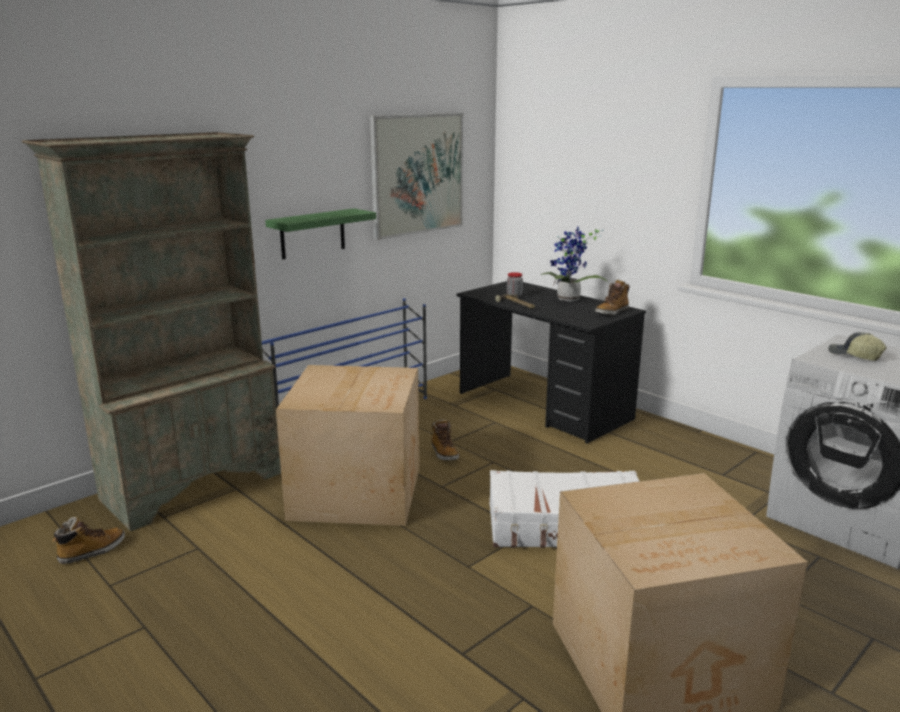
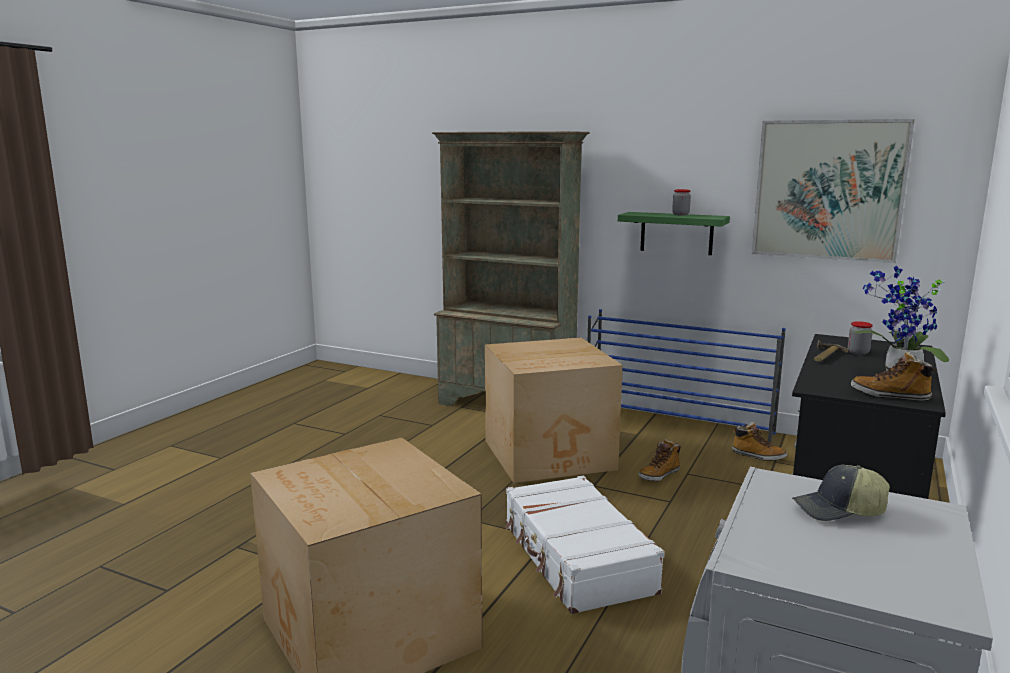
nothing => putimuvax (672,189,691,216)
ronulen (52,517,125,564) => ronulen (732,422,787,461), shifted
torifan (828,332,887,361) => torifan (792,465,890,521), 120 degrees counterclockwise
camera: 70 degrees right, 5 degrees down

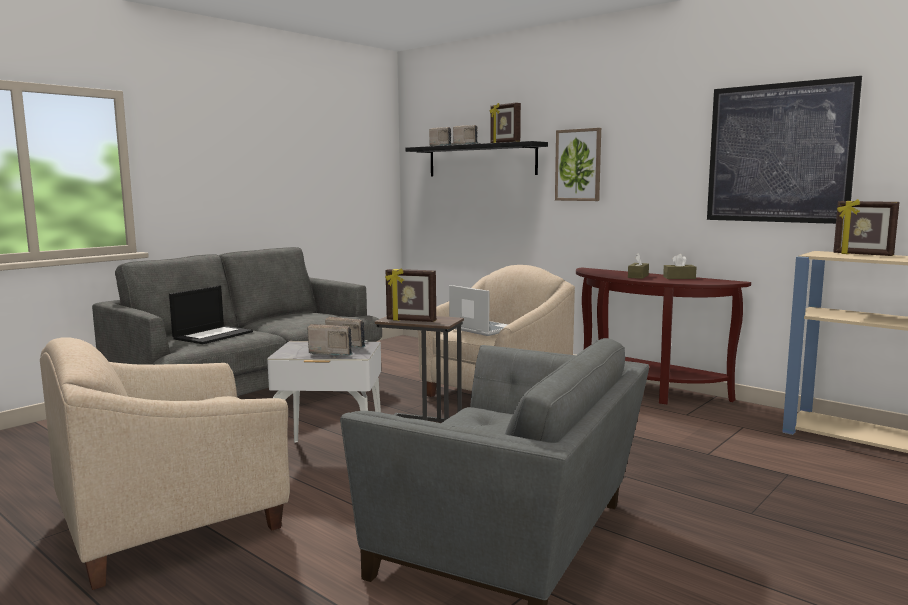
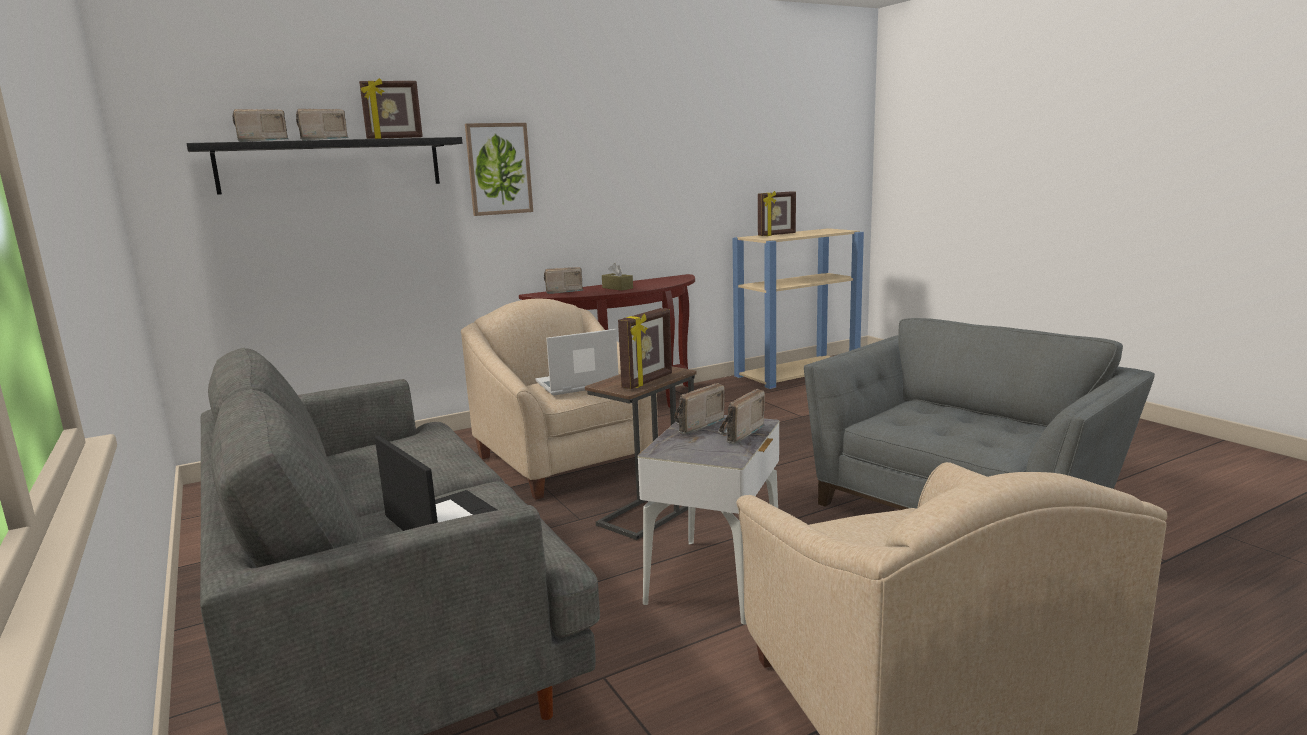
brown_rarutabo (663,254,696,279) => nothing
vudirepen (707,76,862,224) => nothing
nothing => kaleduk (544,267,583,294)
camera: 70 degrees left, 5 degrees up

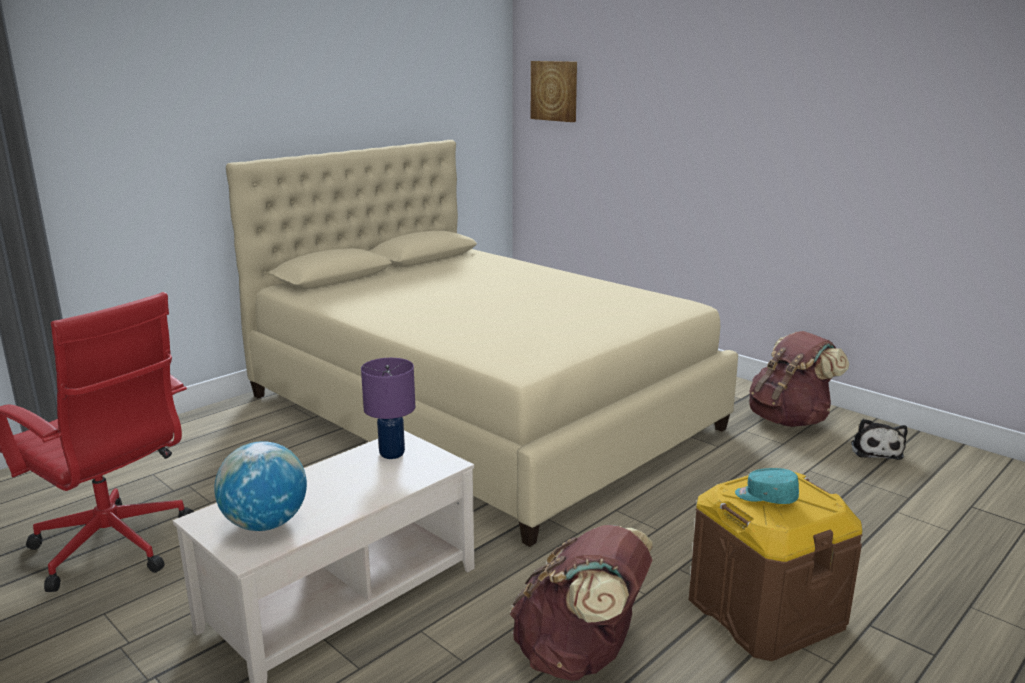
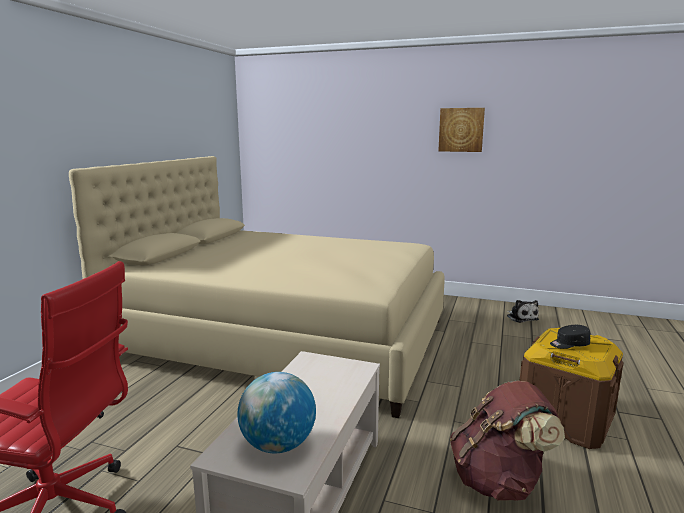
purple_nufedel (361,358,415,459) => nothing
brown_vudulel (749,331,849,427) => nothing
vudirepen (531,61,577,122) => vudirepen (438,108,485,152), shifted
turquoise_torifan (735,468,799,504) => black_torifan (550,325,590,349)
camera: 25 degrees left, 5 degrees down

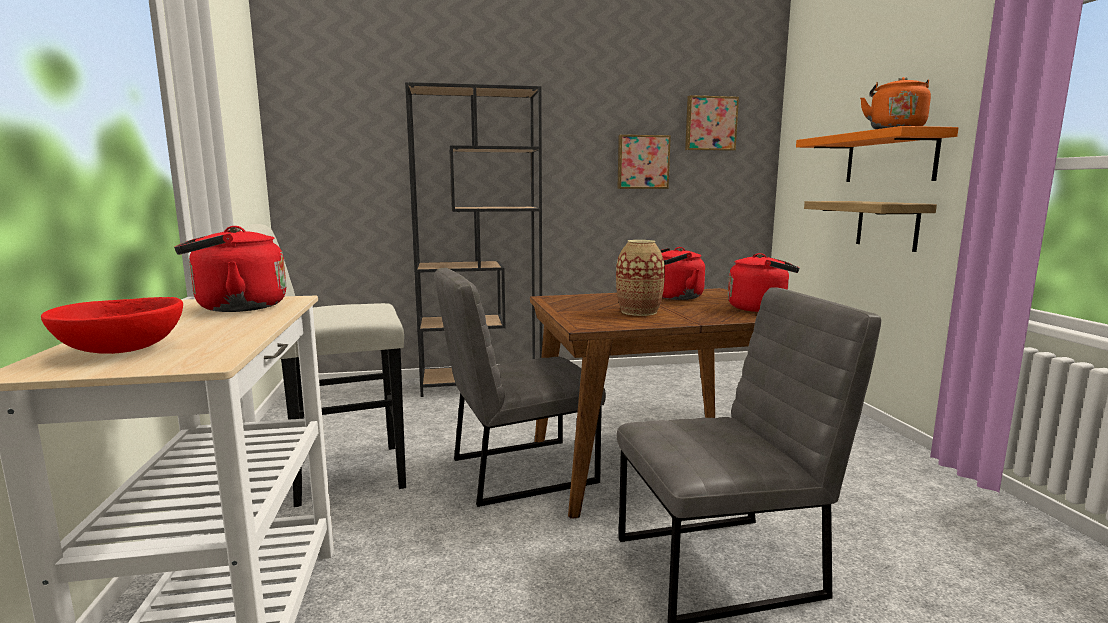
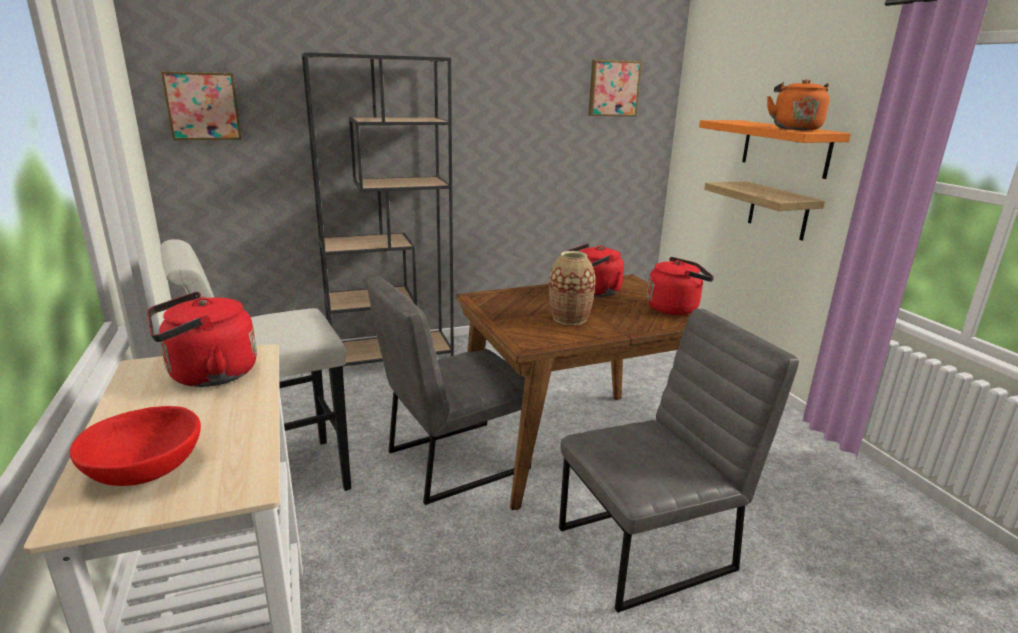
vudirepen (617,135,671,189) => vudirepen (161,71,242,140), shifted
camera: 10 degrees left, 10 degrees up

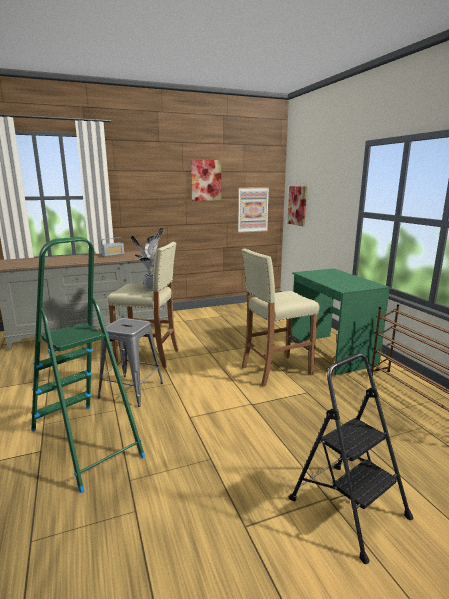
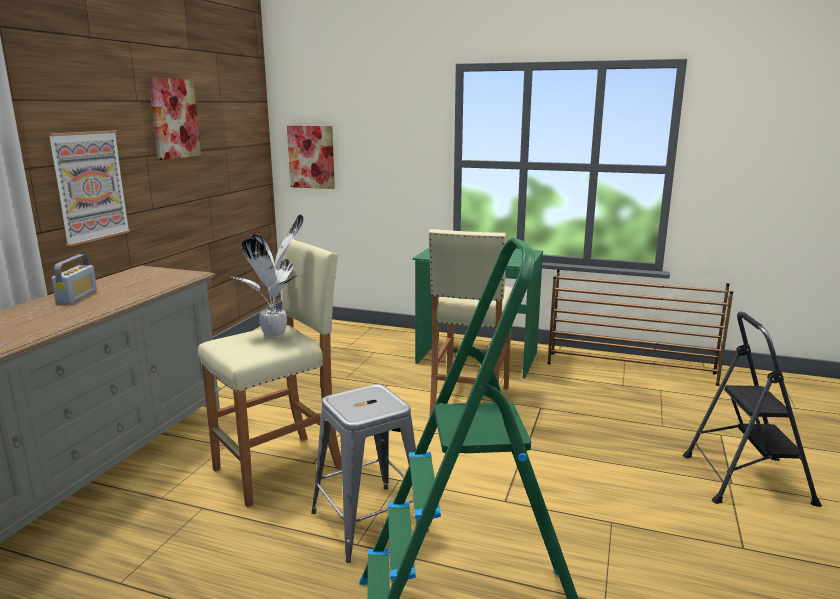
vudirepen (238,187,269,233) => vudirepen (47,131,130,247), shifted
camera: 50 degrees left, 0 degrees up

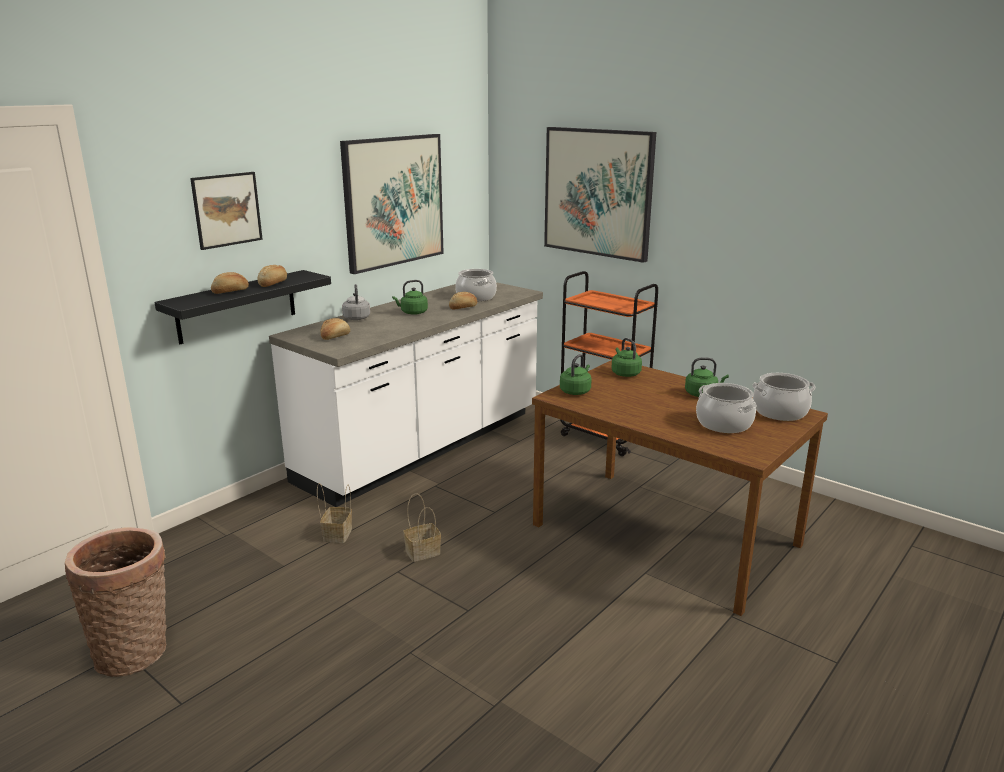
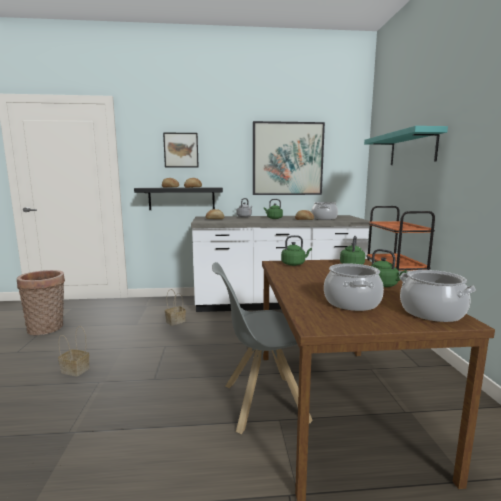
nothing => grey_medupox (212,262,313,434)
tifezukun (403,493,441,562) => tifezukun (58,326,90,376), shifted
vudirepen (544,127,656,263) => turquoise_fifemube (364,126,448,165)
camera: 45 degrees right, 10 degrees down

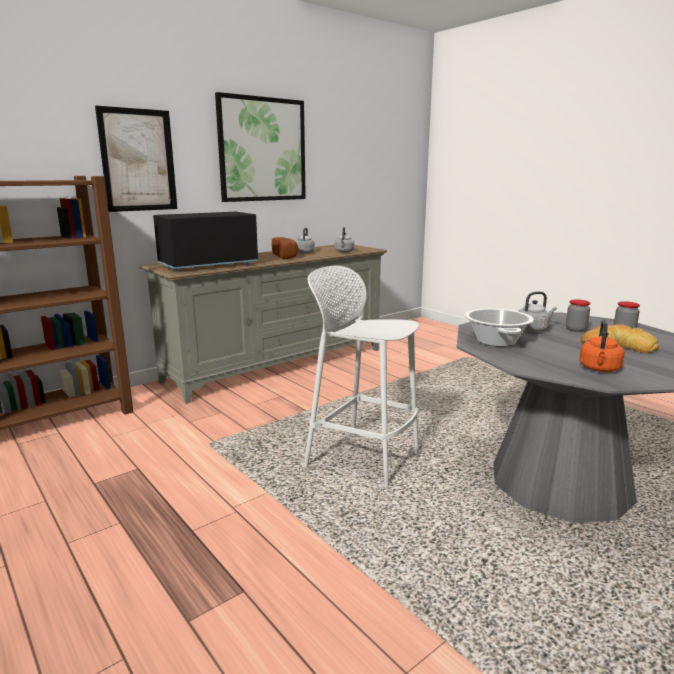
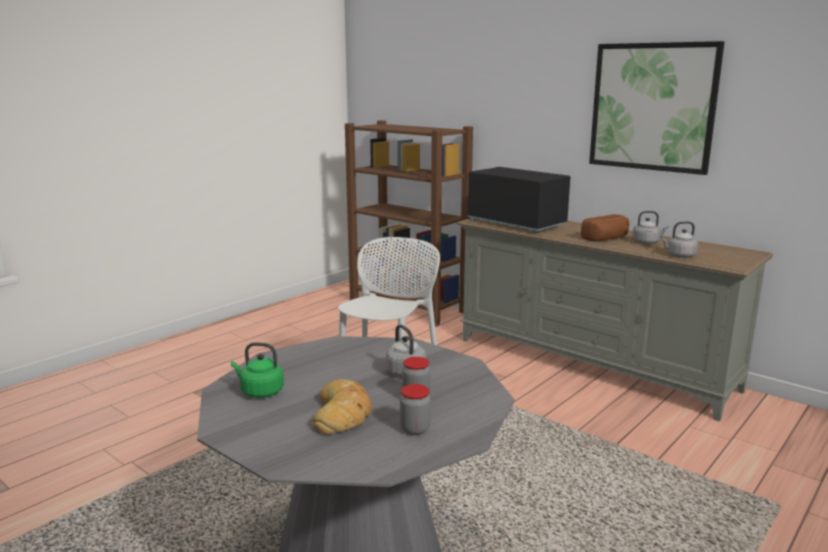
vudirepen (95,106,177,212) => nothing
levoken (465,308,534,347) => nothing
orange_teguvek (579,320,625,372) => green_teguvek (231,342,284,398)
camera: 80 degrees right, 0 degrees up

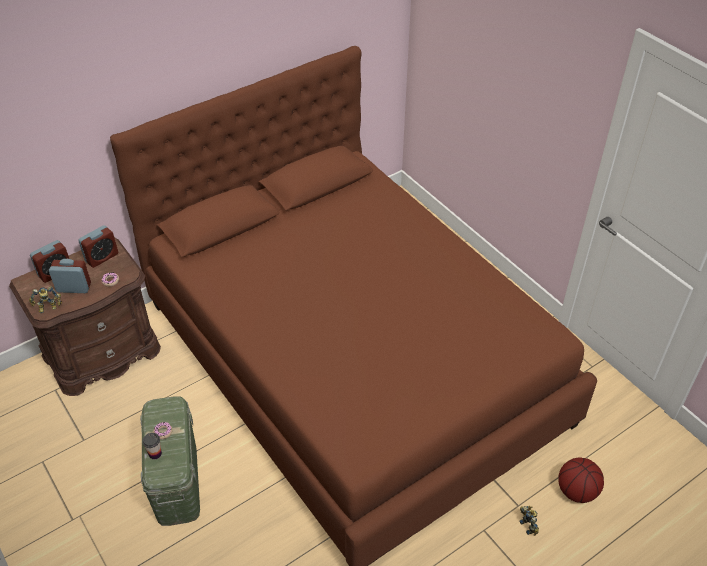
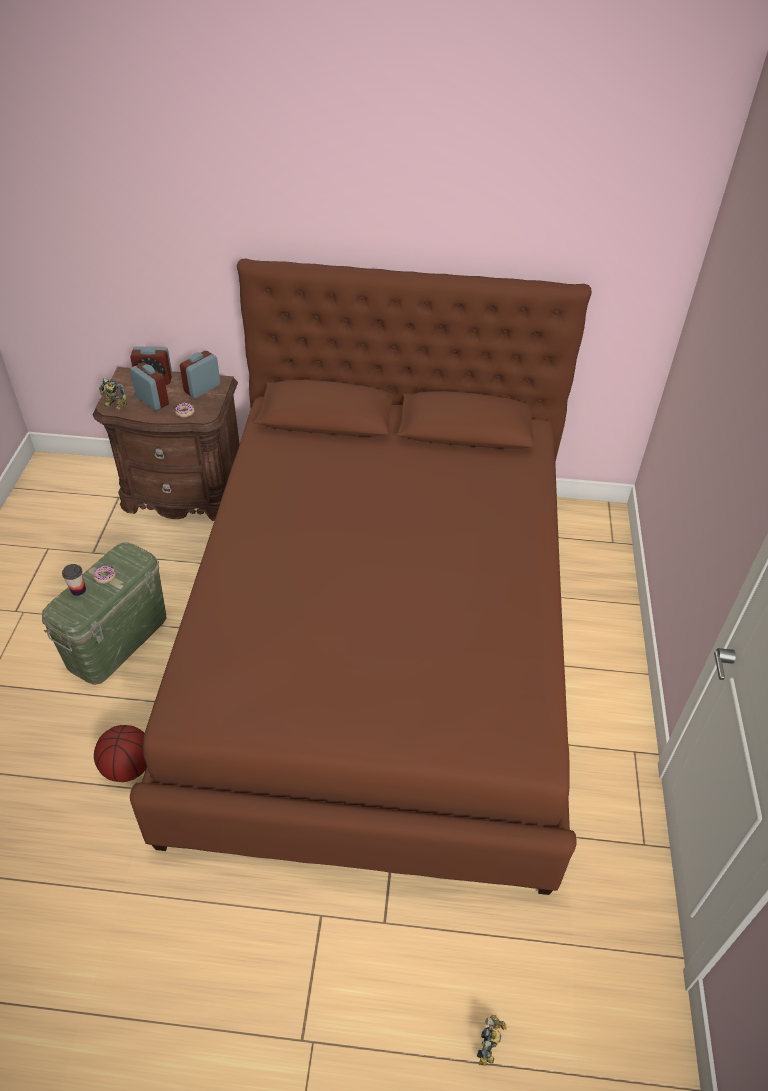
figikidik (520,506,539,536) => figikidik (477,1015,507,1066), shifted
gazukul (558,457,604,503) => gazukul (94,725,147,782), shifted
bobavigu (78,225,118,268) => bobavigu (180,351,220,398), 135 degrees clockwise
camera: 40 degrees right, 0 degrees up

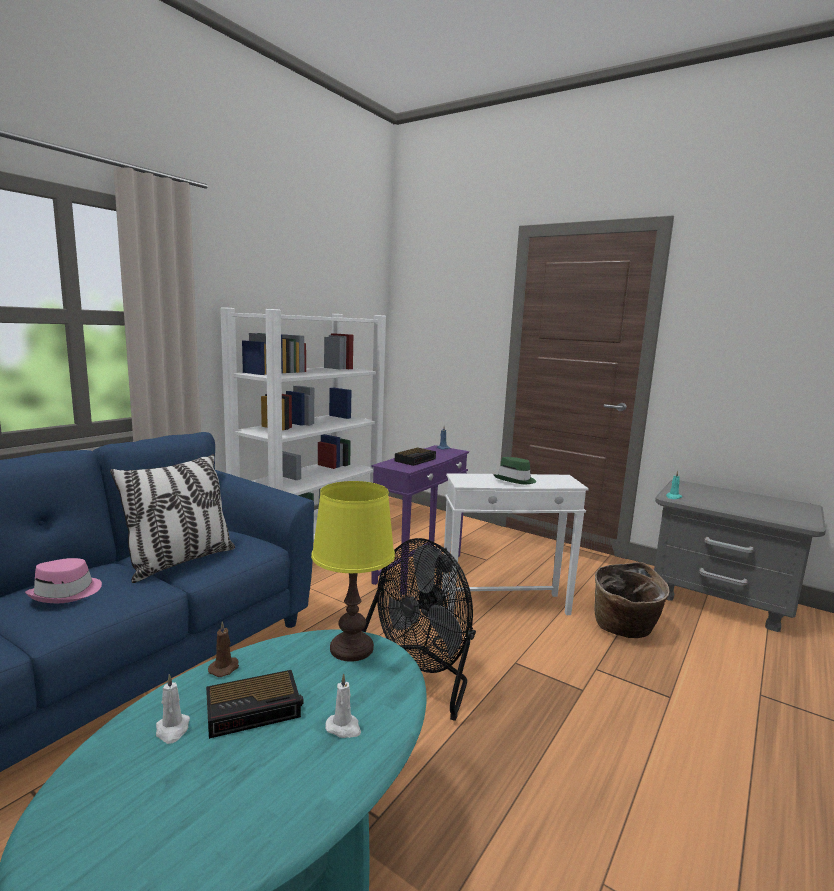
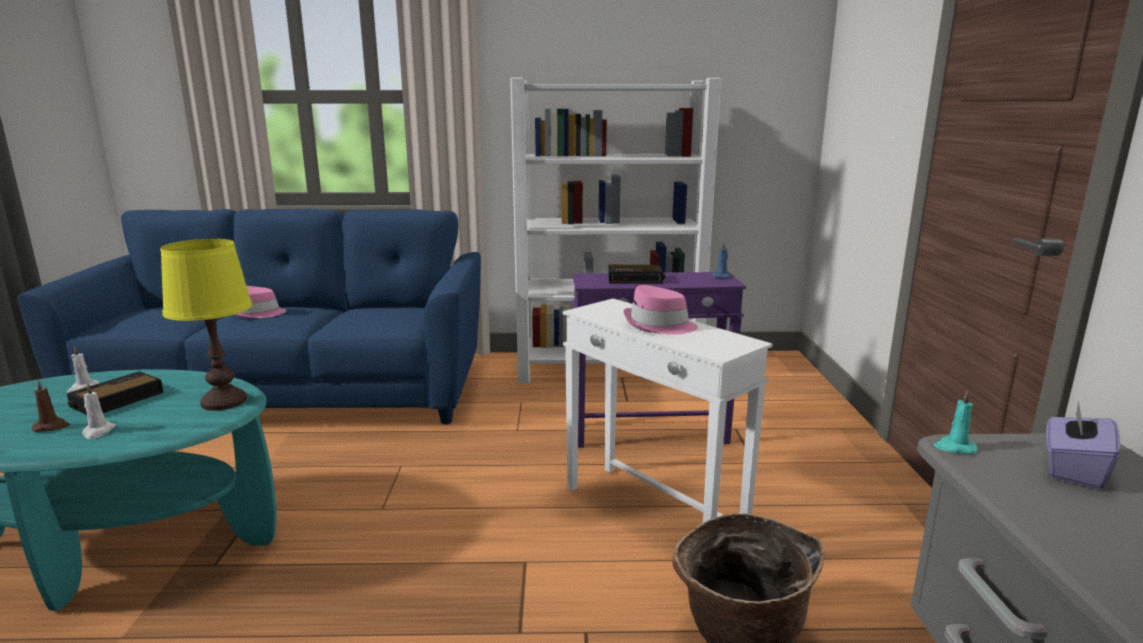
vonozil (110,454,235,583) => nothing
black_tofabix (362,538,476,721) => nothing
nothing => purple_rarutabo (1046,401,1120,489)
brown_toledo (208,621,239,677) => brown_toledo (31,380,70,432), shifted
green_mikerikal (493,457,536,484) => pink_mikerikal (624,285,698,335)
bobavigu (206,670,304,739) => bobavigu (67,371,164,415), 90 degrees clockwise
camera: 55 degrees right, 5 degrees up

